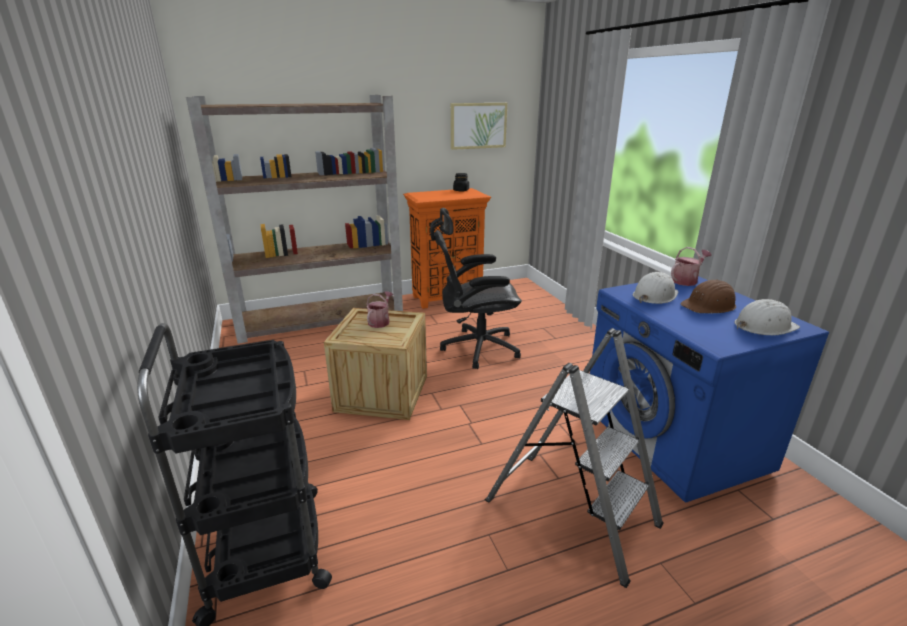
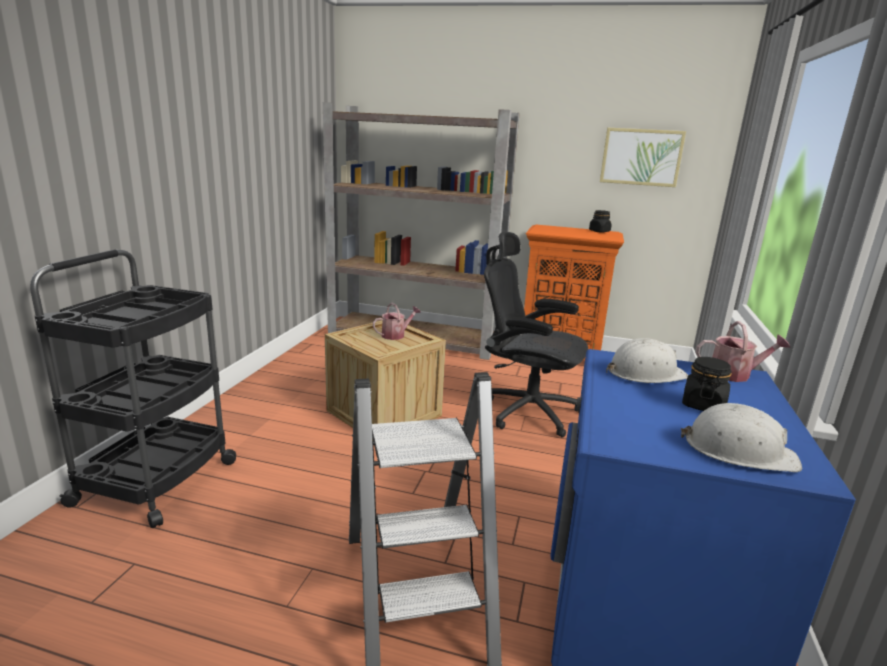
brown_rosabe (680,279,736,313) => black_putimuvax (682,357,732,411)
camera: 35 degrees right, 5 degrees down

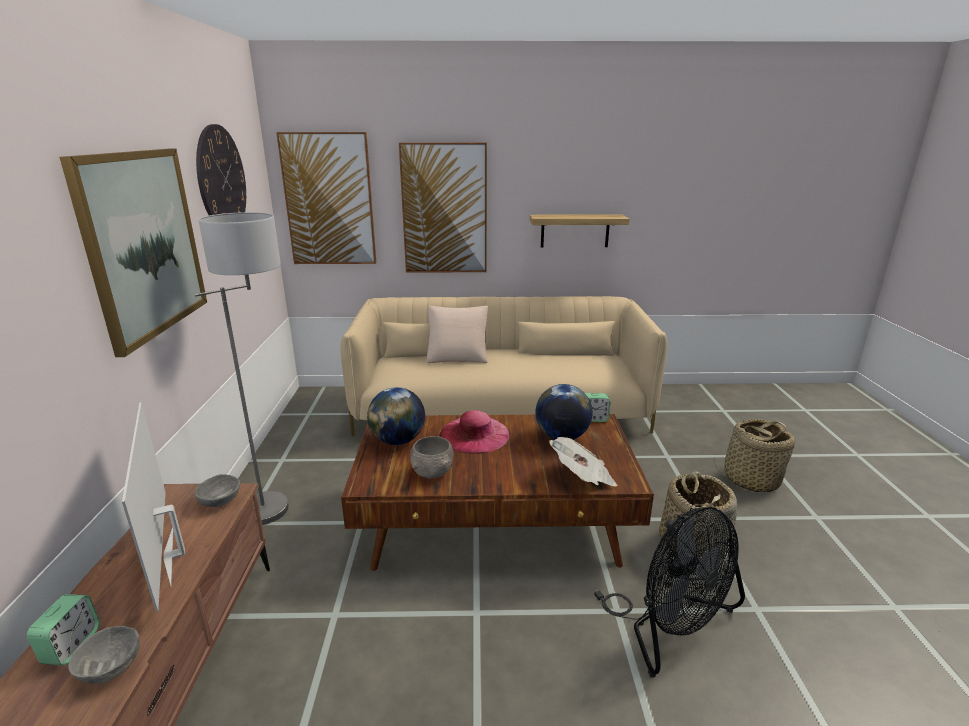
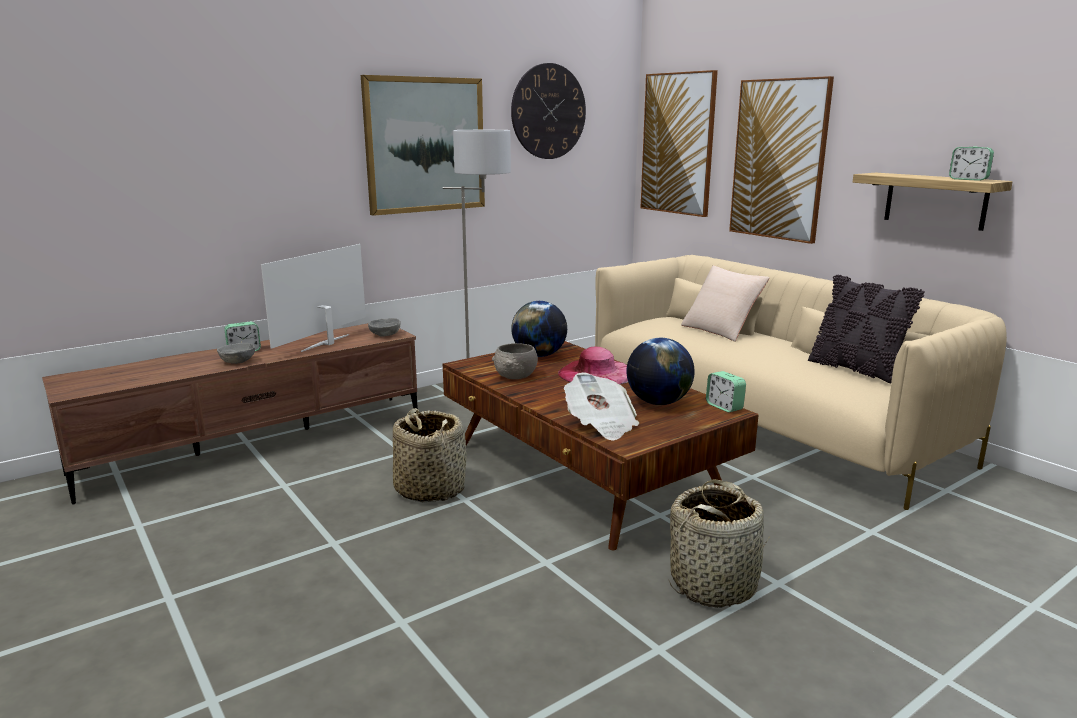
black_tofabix (594,507,745,678) => nothing
nothing => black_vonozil (808,275,925,383)
nothing => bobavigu (949,147,994,181)
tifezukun (714,419,795,493) => tifezukun (393,408,467,503), shifted
camera: 55 degrees right, 5 degrees down

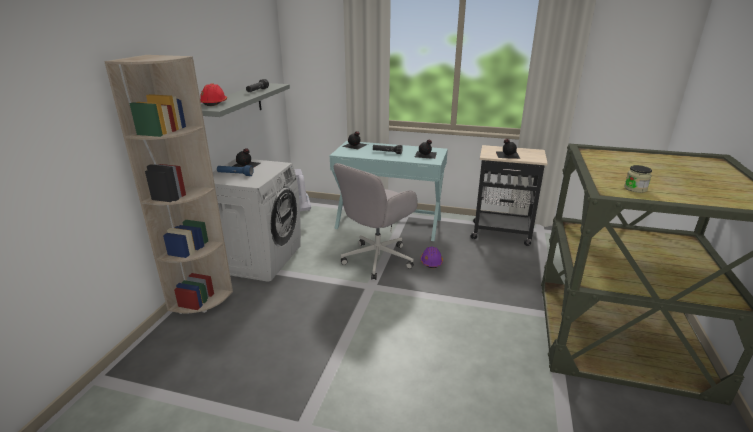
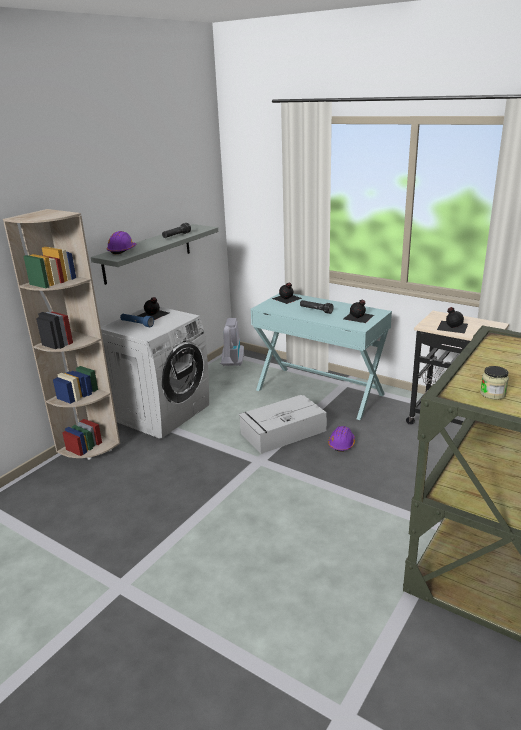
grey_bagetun (334,163,418,280) => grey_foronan (239,395,327,454)
red_rosabe (200,83,227,106) => purple_rosabe (107,231,136,254)
camera: 20 degrees right, 0 degrees up

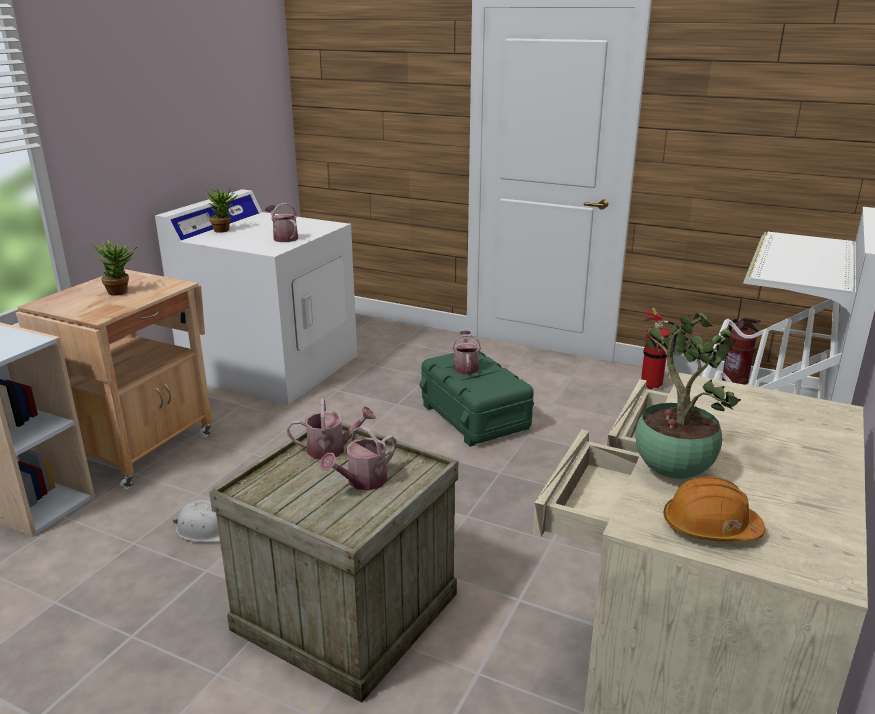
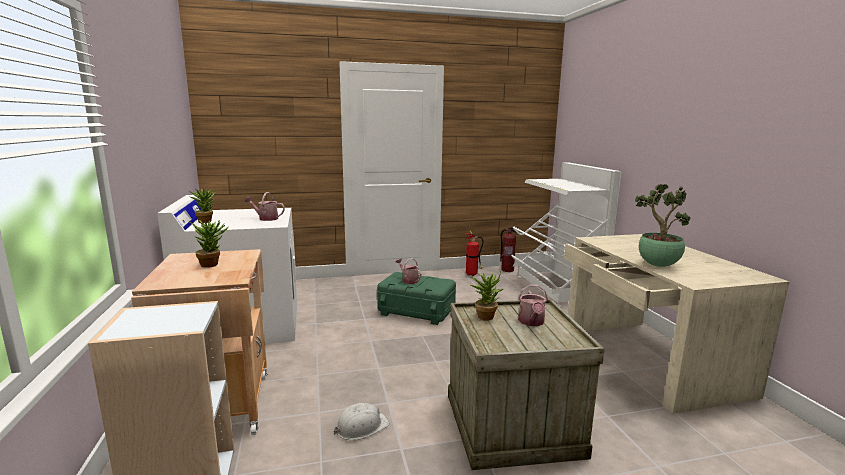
orange_rosabe (664,477,766,542) => nothing
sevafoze (287,398,376,459) => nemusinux (470,271,504,321)
camera: 40 degrees left, 10 degrees down

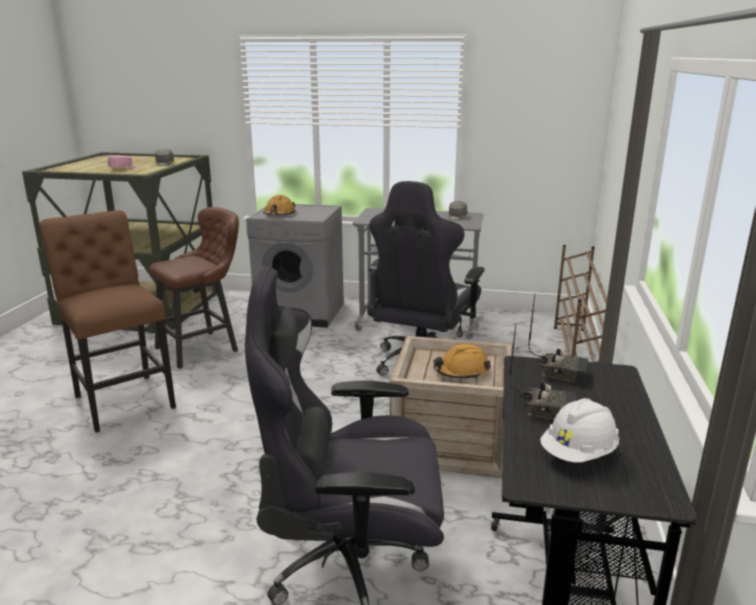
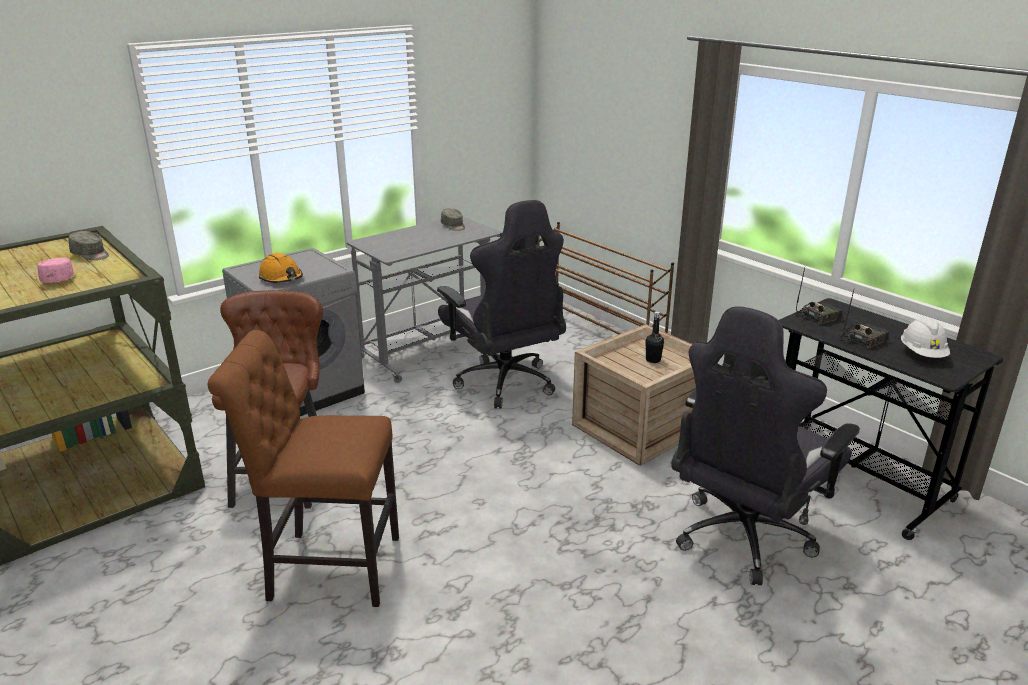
orange_rosabe (433,344,491,379) => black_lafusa (646,311,664,363)
camera: 50 degrees left, 5 degrees up

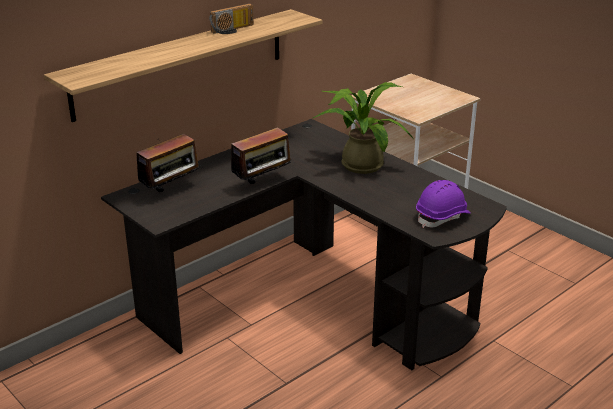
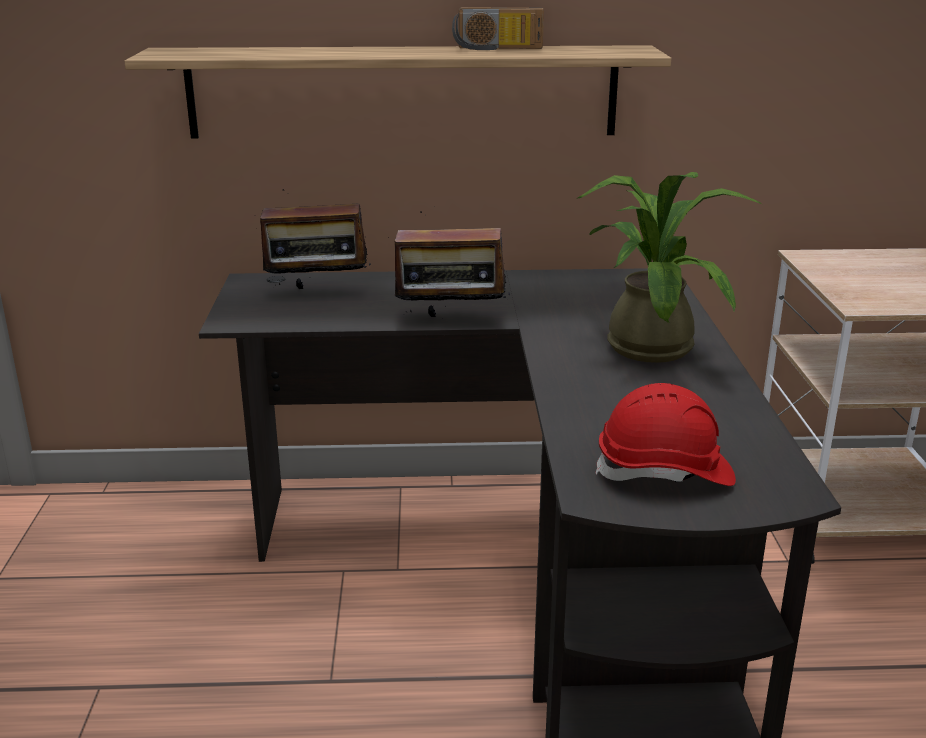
purple_rosabe (416,180,471,228) => red_rosabe (595,383,736,486)
camera: 40 degrees right, 5 degrees down

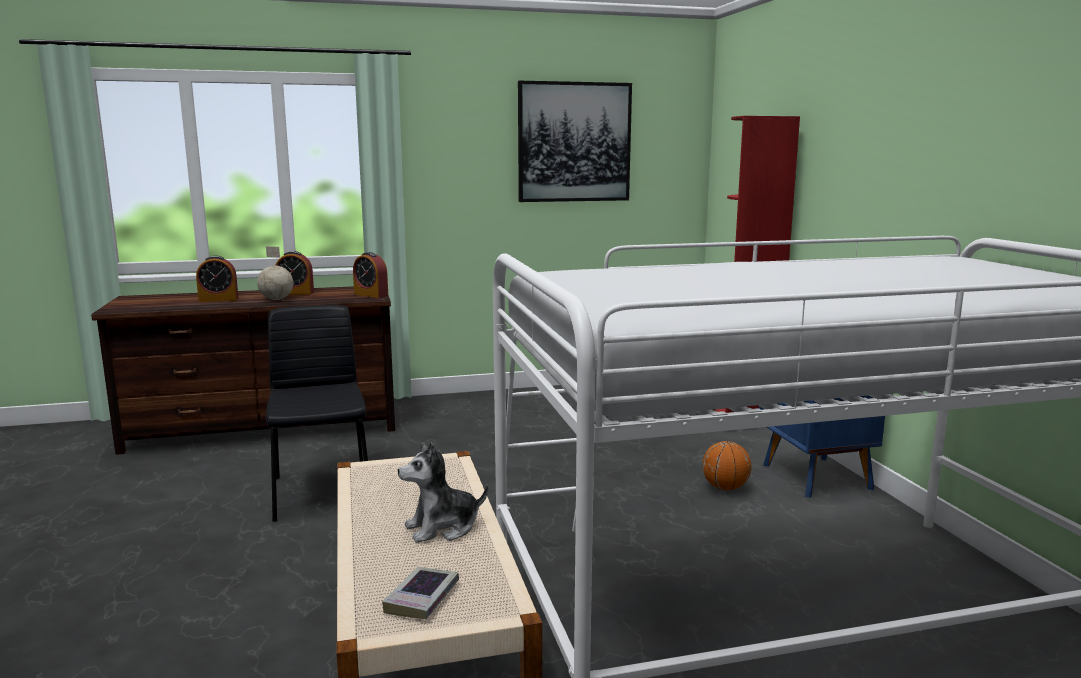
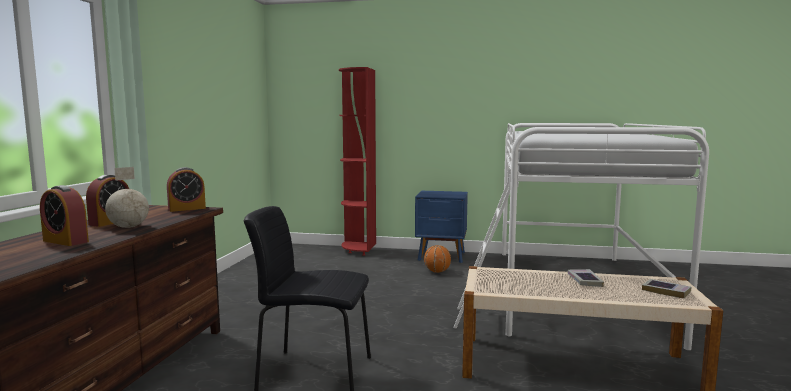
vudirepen (518,81,632,202) => nothing
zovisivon (398,442,488,543) => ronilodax (567,269,604,287)
bobavigu (196,255,238,302) => bobavigu (40,185,89,246), 105 degrees clockwise
camera: 65 degrees left, 5 degrees down

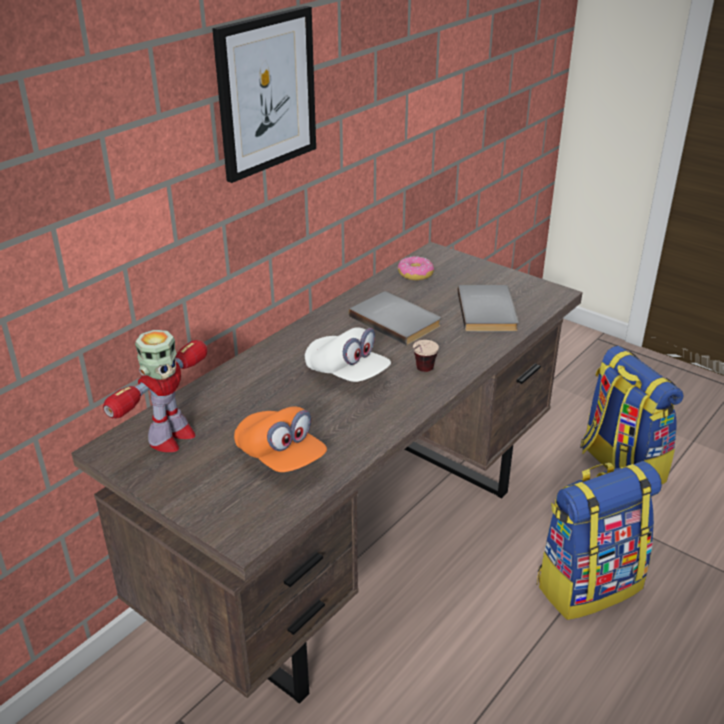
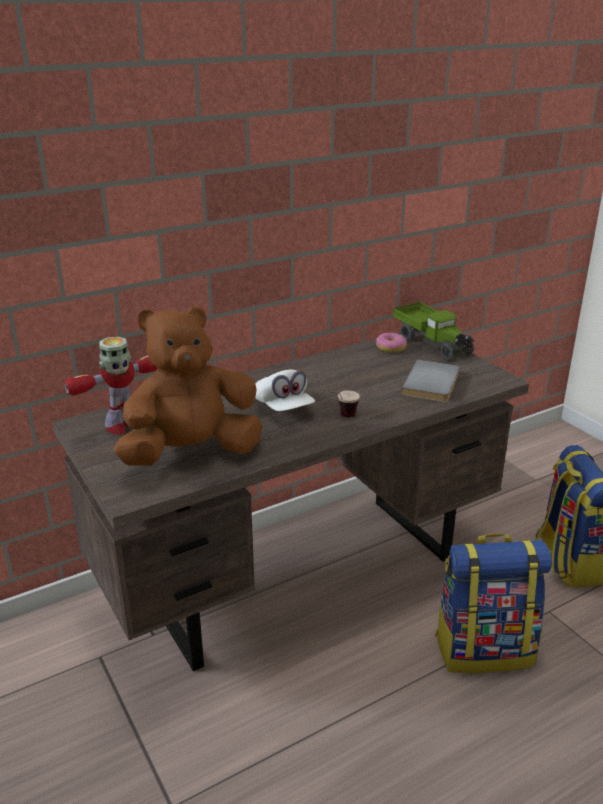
vudirepen (212,6,316,183) => nothing
grey_ronilodax (349,291,441,346) => nothing
nothing => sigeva (393,302,475,361)
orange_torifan (234,406,327,472) => brown_zovisivon (114,306,262,466)
camera: 20 degrees right, 5 degrees down

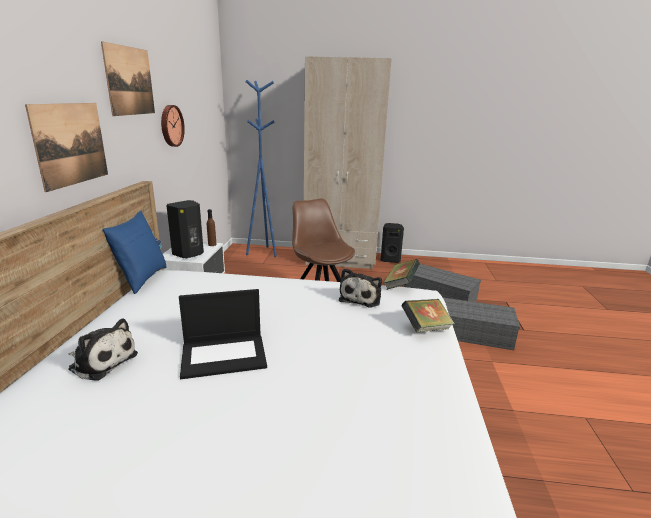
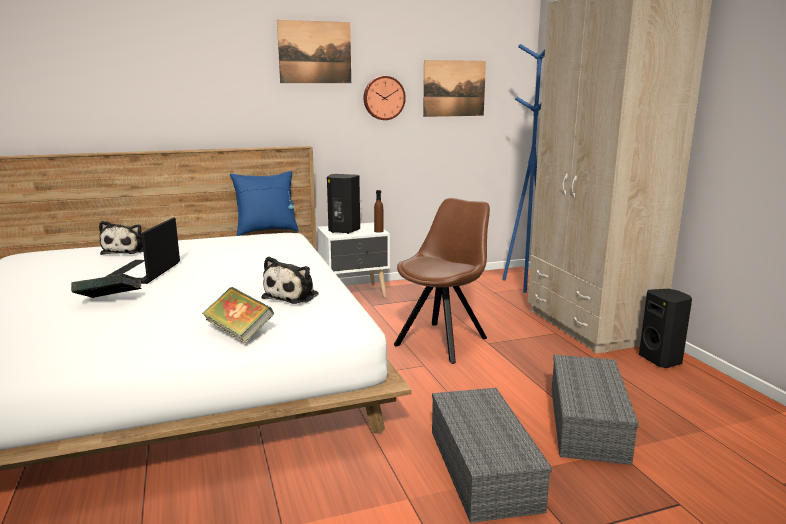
vudirepen (25,103,108,192) => vudirepen (423,60,486,117), shifted
ronilodax (384,259,420,290) => ronilodax (71,274,142,298), shifted
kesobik (179,289,267,379) => kesobik (105,217,180,284), 45 degrees clockwise
zovisivon (339,268,382,307) => zovisivon (261,256,319,304), 60 degrees counterclockwise
camera: 65 degrees right, 5 degrees down

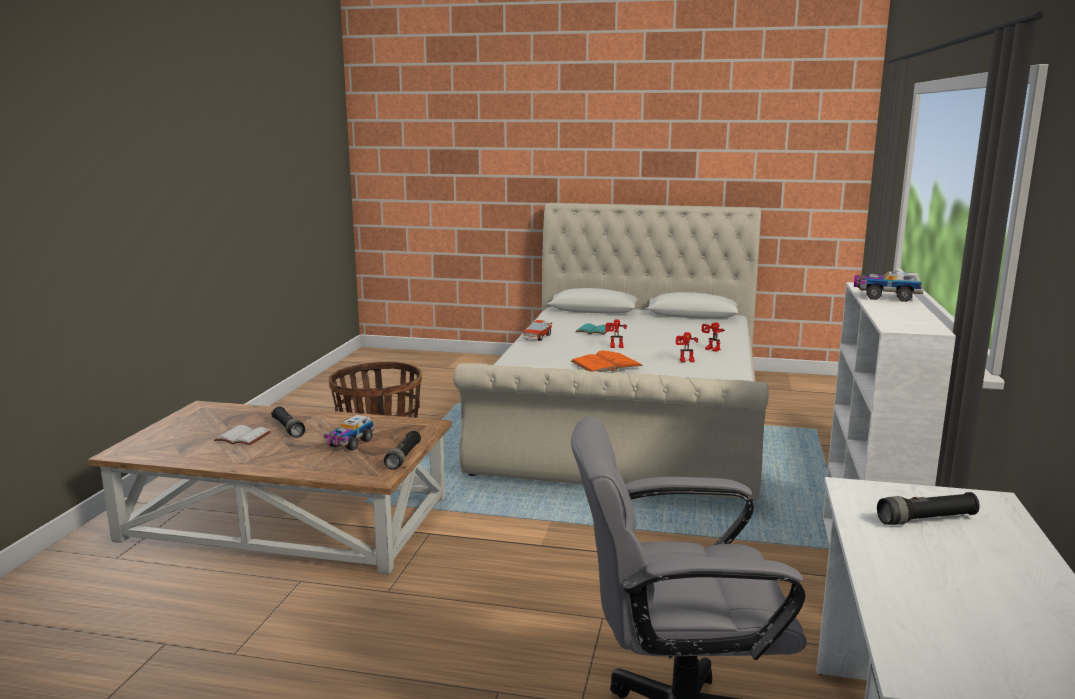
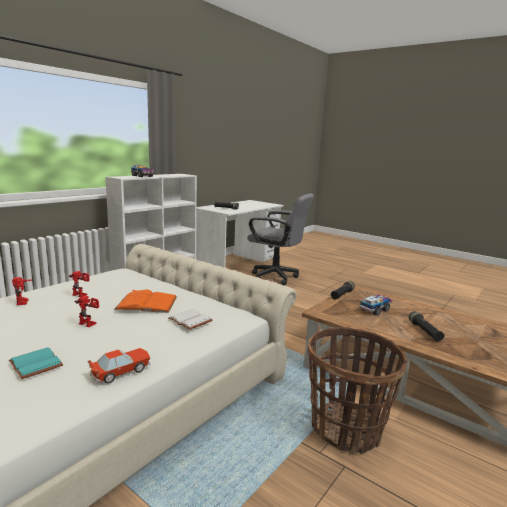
white_ronilodax (214,425,271,445) => white_ronilodax (168,309,213,330), shifted
camera: 155 degrees left, 0 degrees up

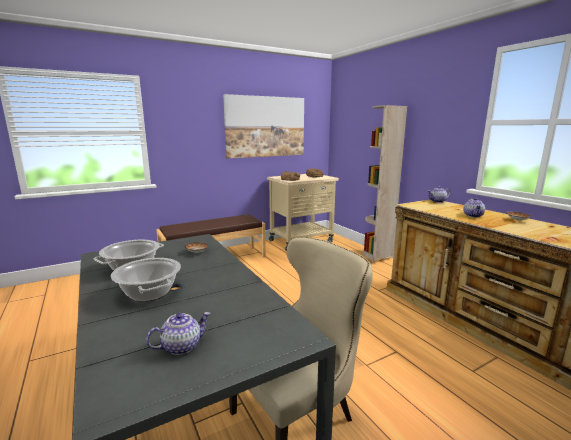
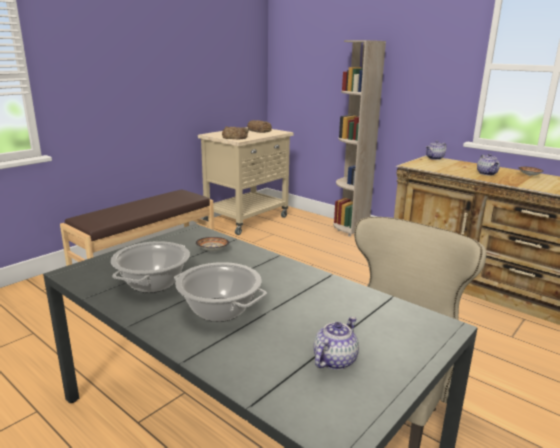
vudirepen (223,94,304,158) => nothing
camera: 20 degrees left, 5 degrees up

